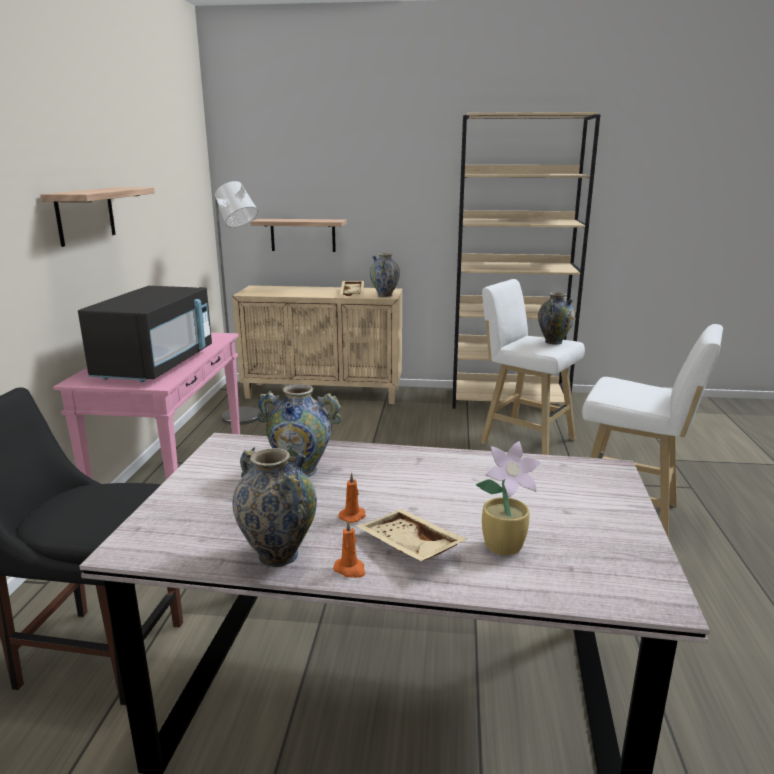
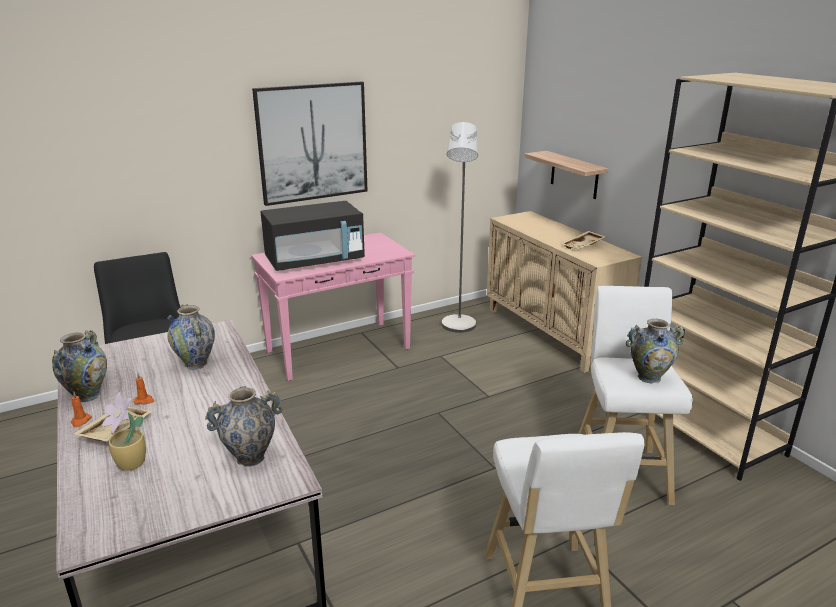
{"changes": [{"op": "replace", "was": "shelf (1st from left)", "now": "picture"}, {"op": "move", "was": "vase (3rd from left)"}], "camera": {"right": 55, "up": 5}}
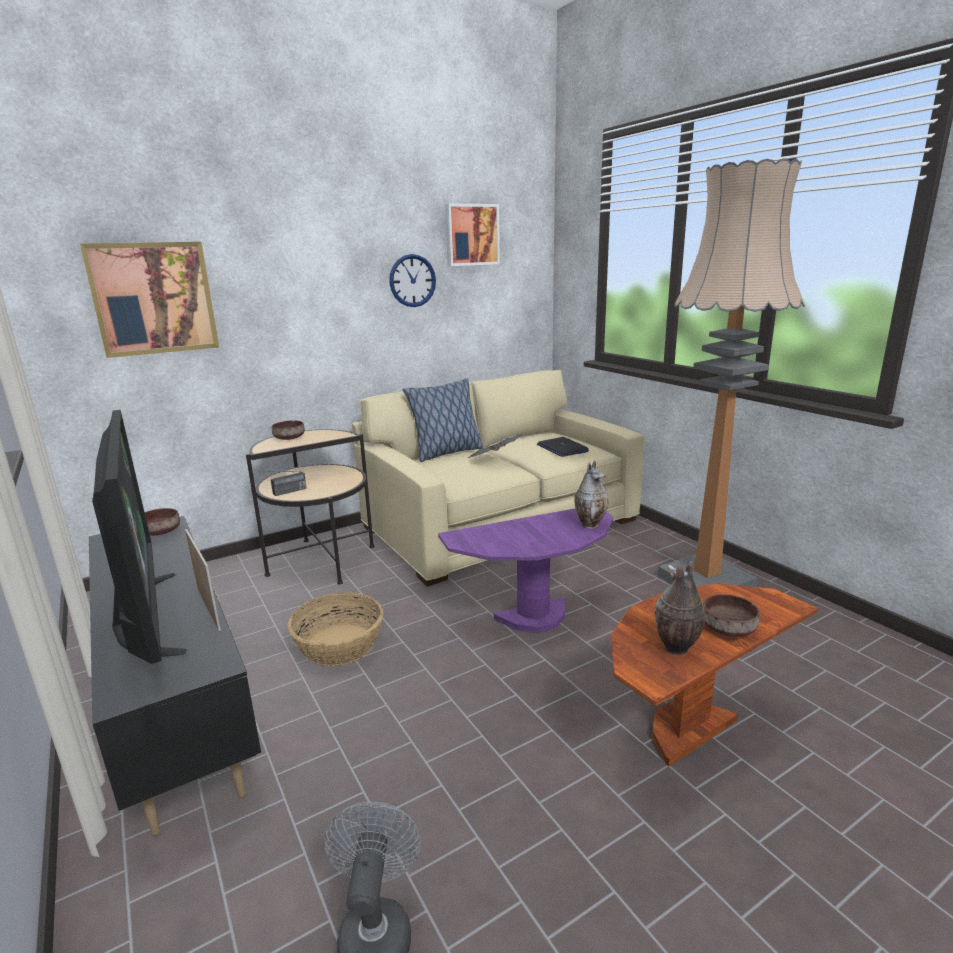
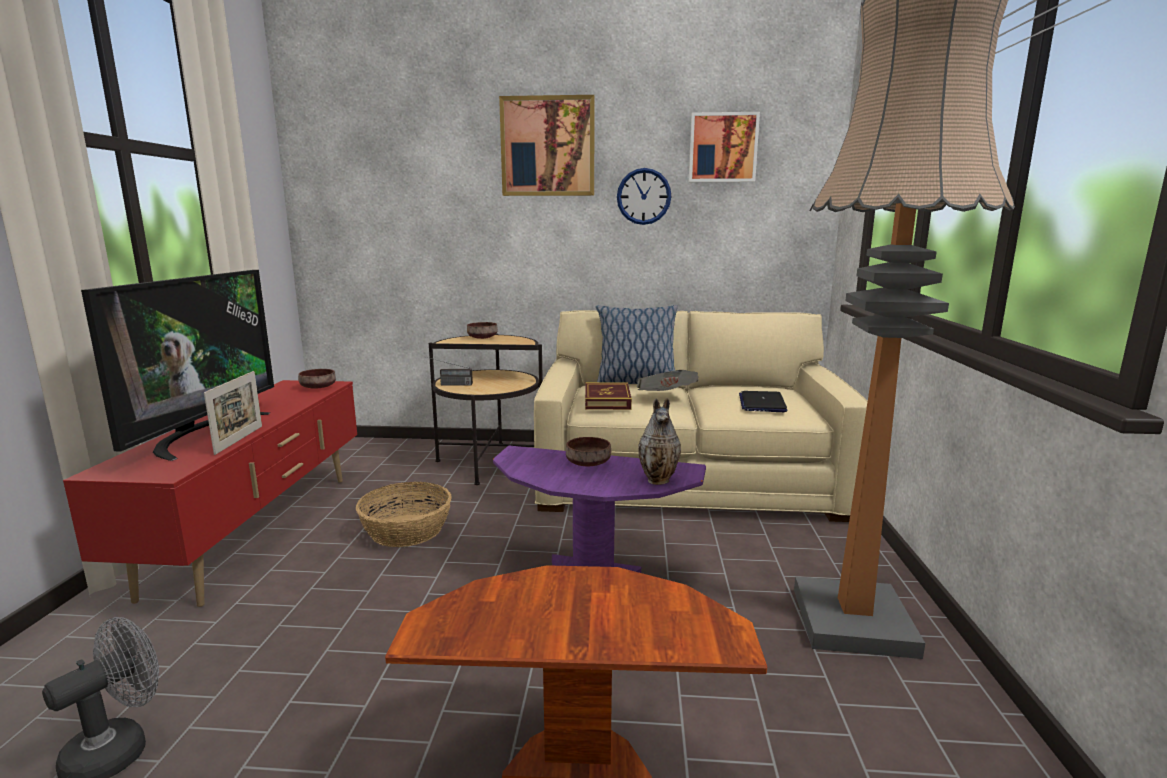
{"changes": [{"op": "move", "was": "picture (1st from left)"}, {"op": "recolor", "was": "black tv stand", "now": "red tv stand"}, {"op": "delete", "was": "vase (2nd from left)"}, {"op": "move", "was": "brown bowl (3rd from left)"}, {"op": "insert", "now": "book"}], "camera": {"right": 35, "up": -5}}
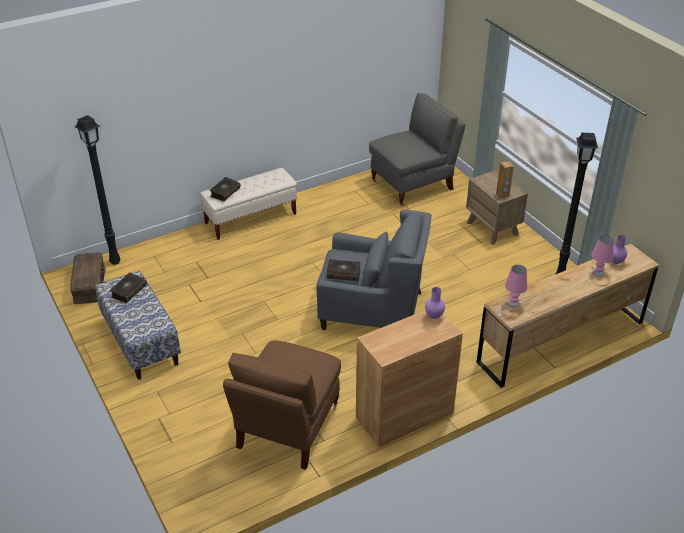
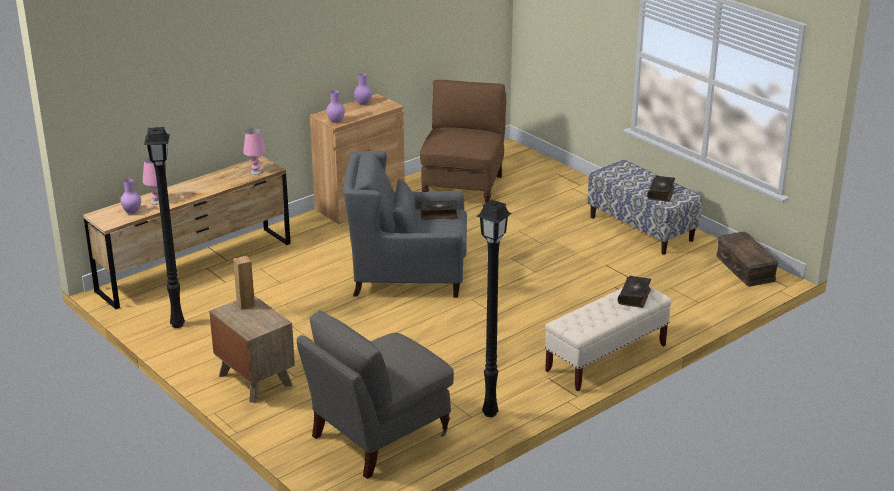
{"changes": [{"op": "move", "was": "black floor lamp (1st from left in the first image)", "now": "black floor lamp (2nd from left)"}, {"op": "insert", "now": "purple vase (3rd from left)"}], "camera": {"right": 170, "up": -10}}
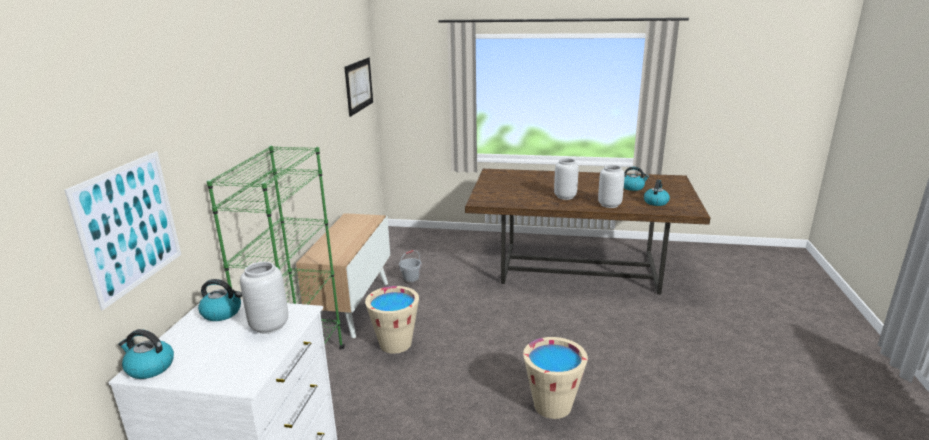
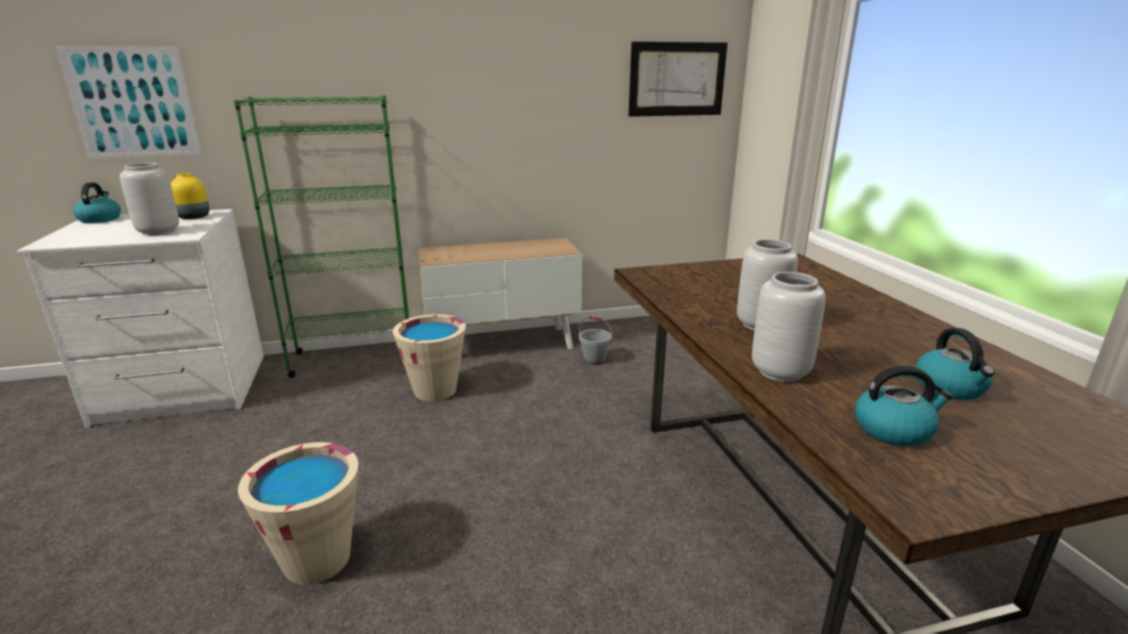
{"changes": [{"op": "replace", "was": "kettle (2nd from left)", "now": "yellow vase"}], "camera": {"right": 65, "up": 0}}
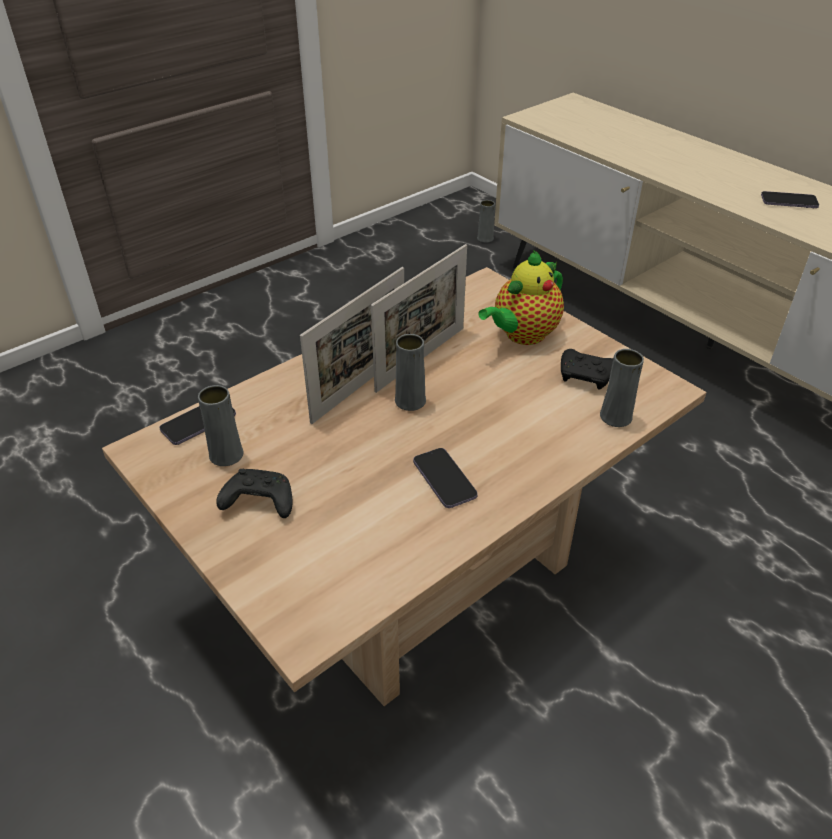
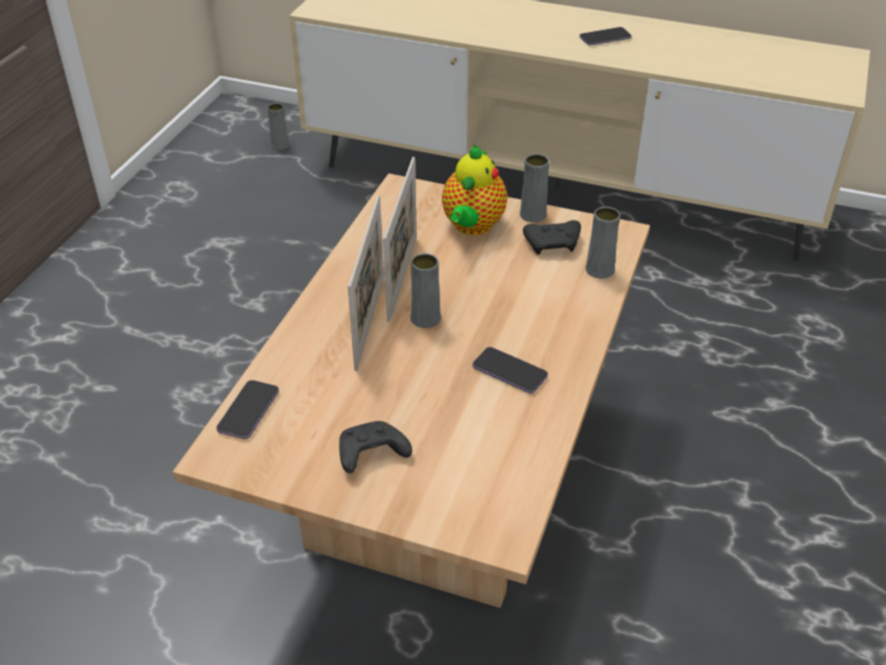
{"changes": [{"op": "move", "was": "grey vase (1st from left in the first image)", "now": "grey vase (3rd from left)"}], "camera": {"right": -30, "up": 0}}
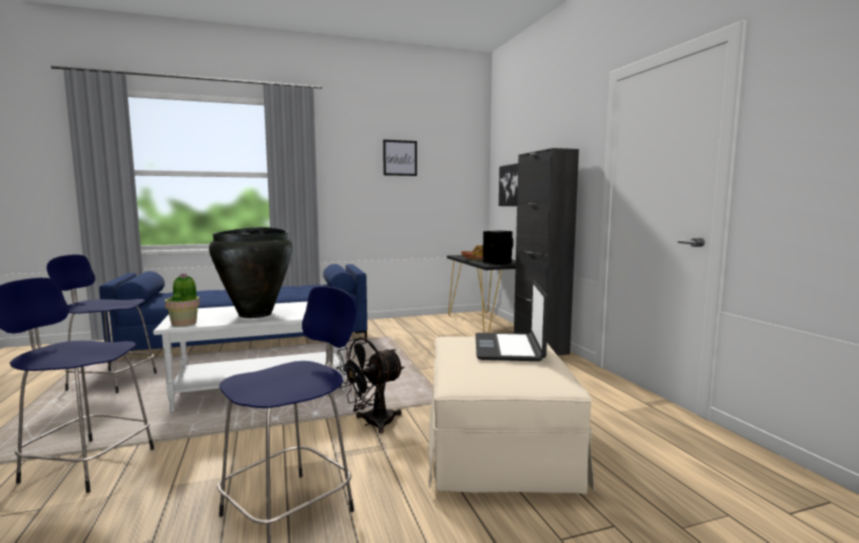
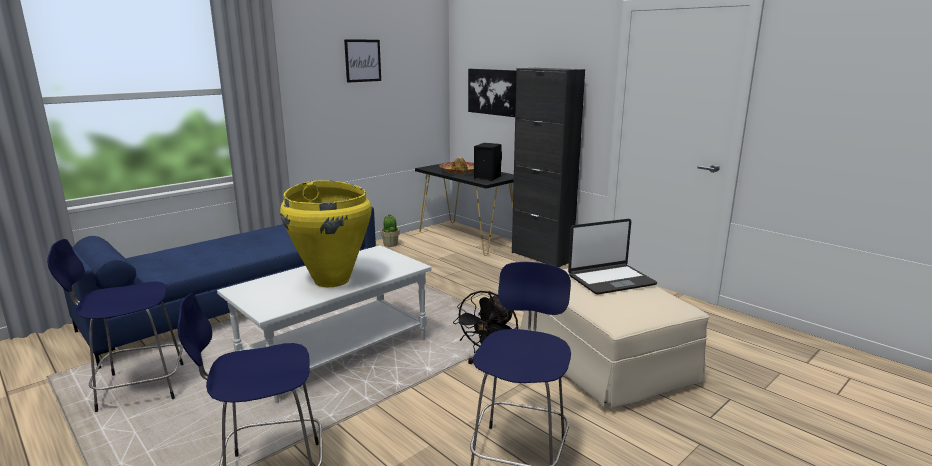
{"changes": [{"op": "move", "was": "potted plant"}, {"op": "recolor", "was": "black vase", "now": "yellow vase"}, {"op": "rotate", "was": "laptop", "clockwise": -90}], "camera": {"right": -25, "up": 10}}
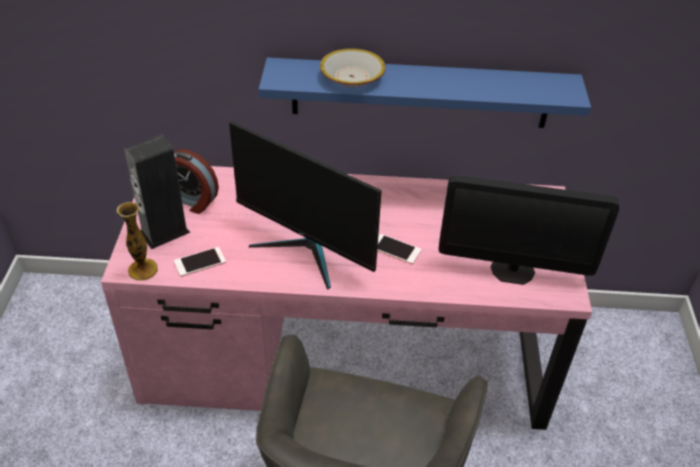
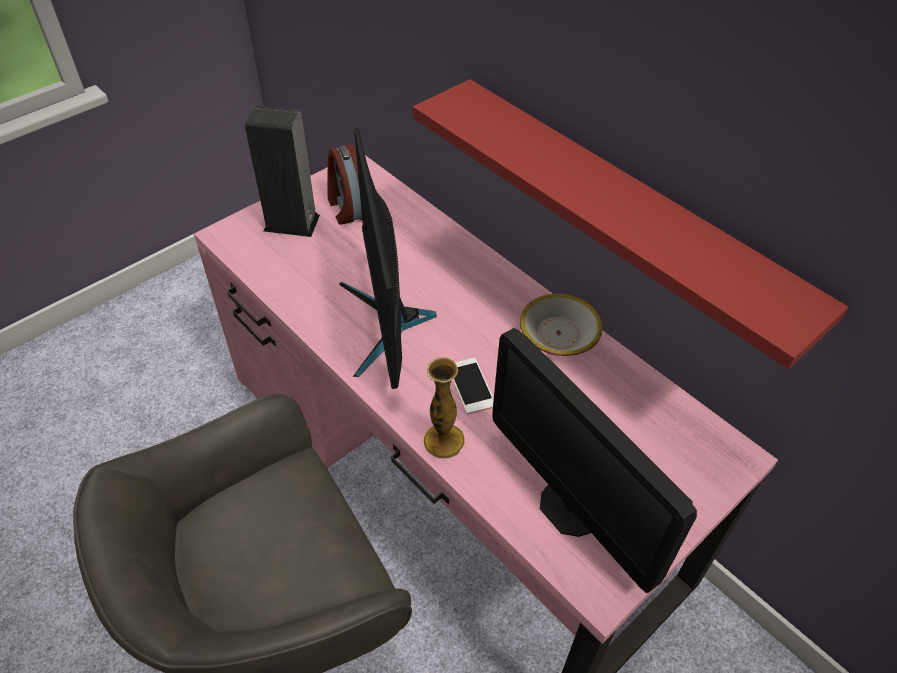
{"changes": [{"op": "move", "was": "vase"}, {"op": "delete", "was": "phone (1st from left)"}, {"op": "recolor", "was": "blue shelf", "now": "red shelf"}, {"op": "move", "was": "bowl"}], "camera": {"right": 45, "up": 5}}
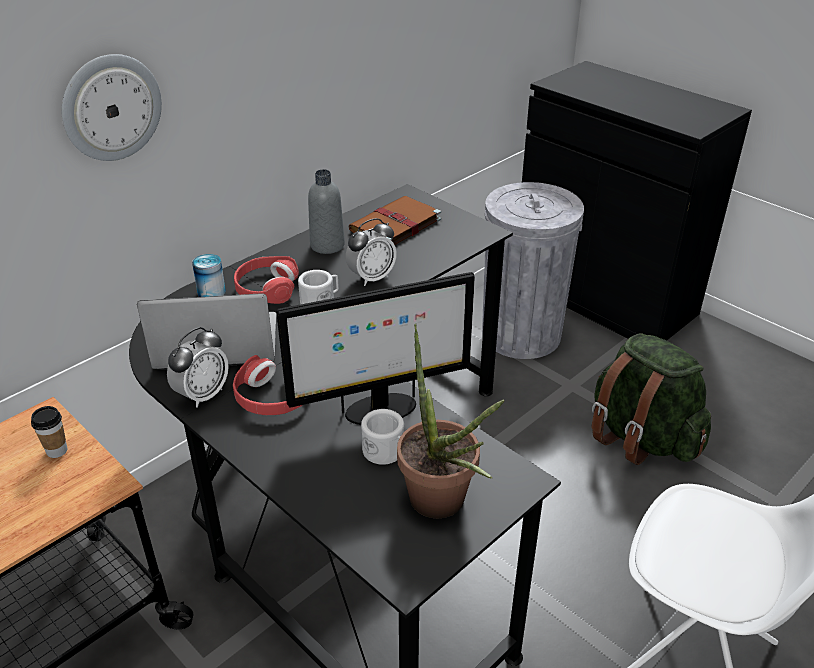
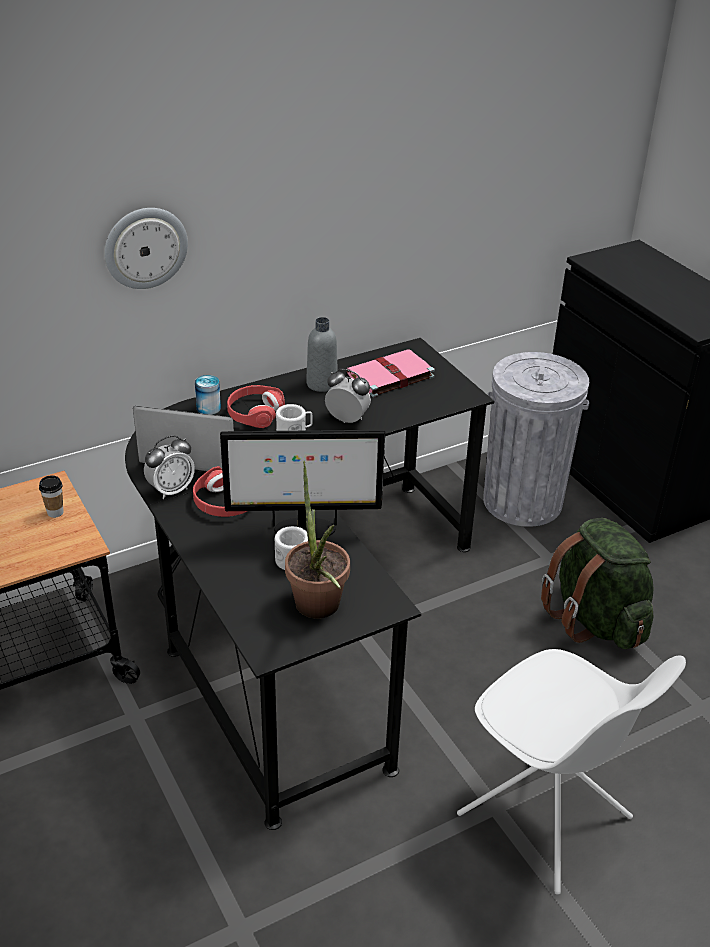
{"changes": [{"op": "rotate", "was": "alarm clock (2nd from left)", "clockwise": -135}, {"op": "recolor", "was": "brown book", "now": "pink book"}], "camera": {"right": 15, "up": 0}}
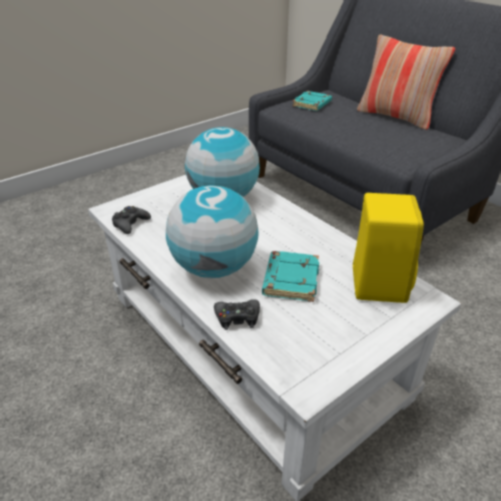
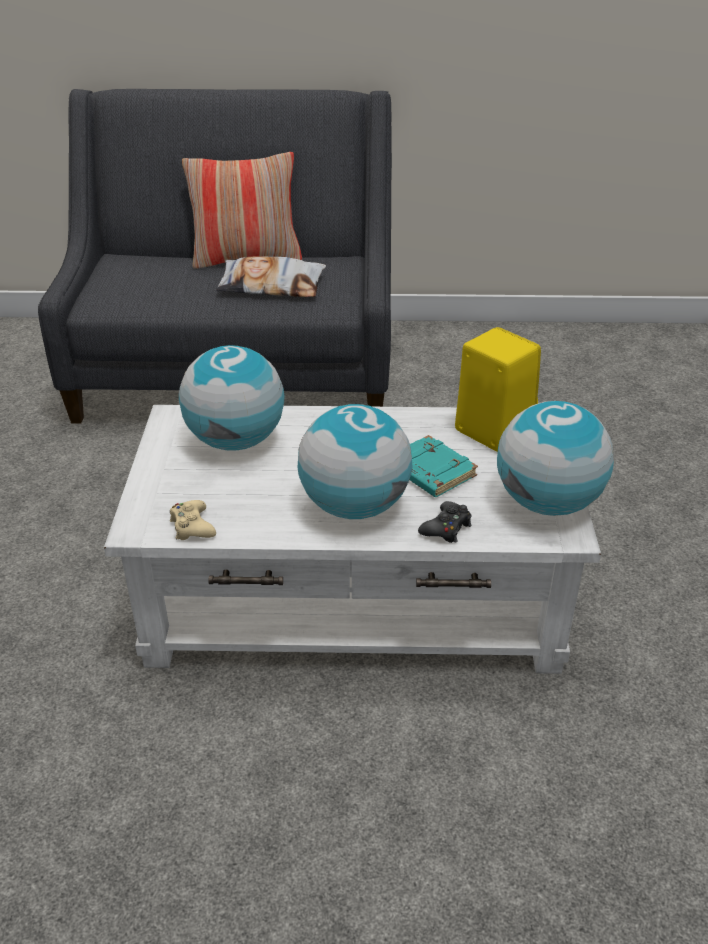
{"changes": [{"op": "recolor", "was": "black game controller (1st from left)", "now": "beige game controller"}, {"op": "delete", "was": "turquoise book (2nd from left)"}, {"op": "insert", "now": "pillow (2nd from left)"}, {"op": "insert", "now": "globe (3rd from left)"}], "camera": {"right": -50, "up": 0}}
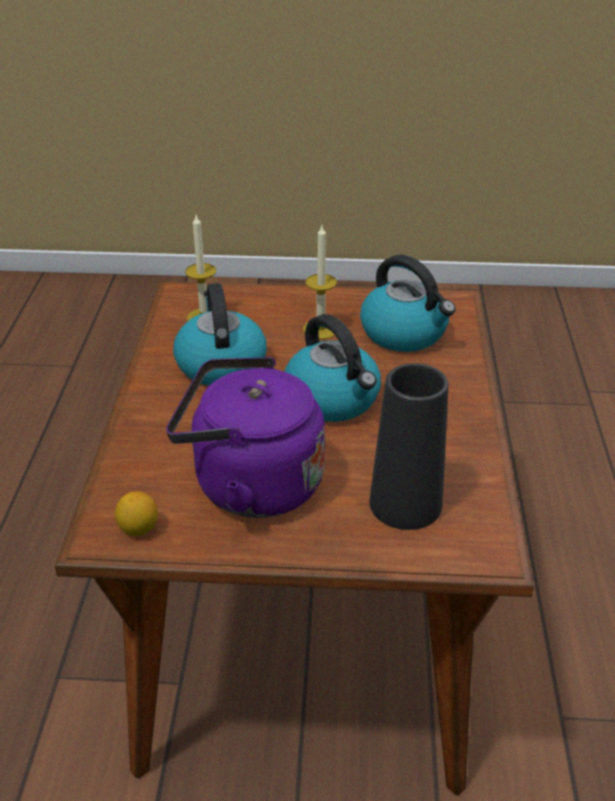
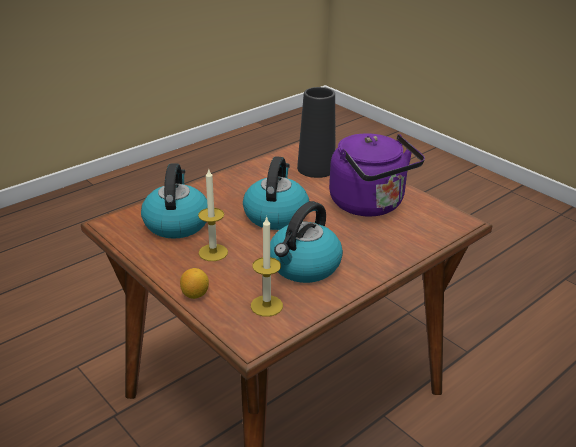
{"changes": [{"op": "move", "was": "lemon"}], "camera": {"right": -135, "up": -5}}
